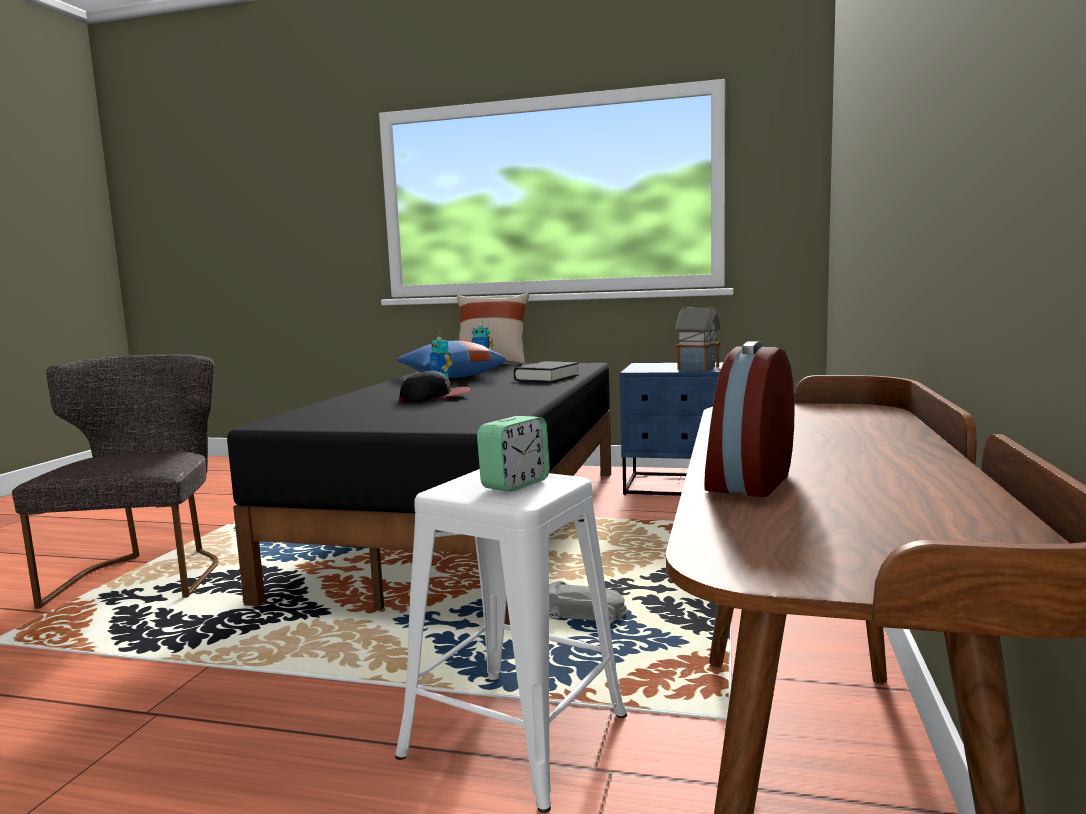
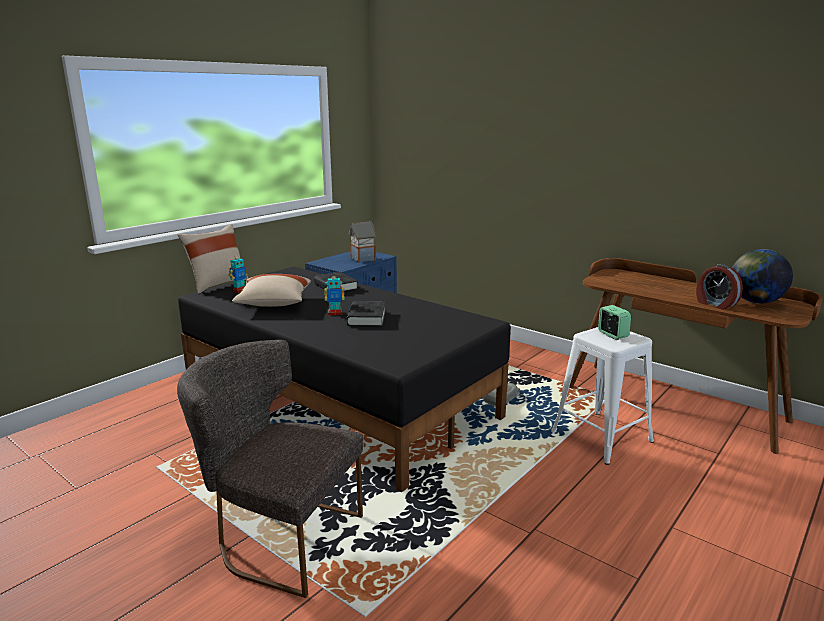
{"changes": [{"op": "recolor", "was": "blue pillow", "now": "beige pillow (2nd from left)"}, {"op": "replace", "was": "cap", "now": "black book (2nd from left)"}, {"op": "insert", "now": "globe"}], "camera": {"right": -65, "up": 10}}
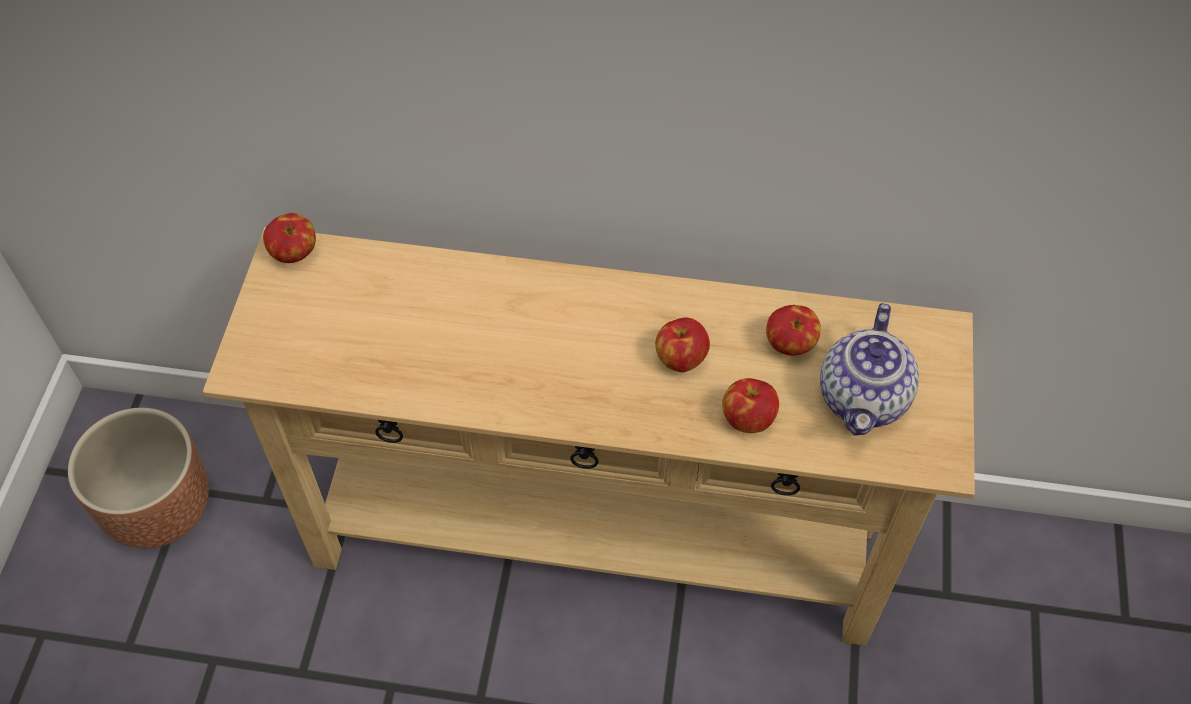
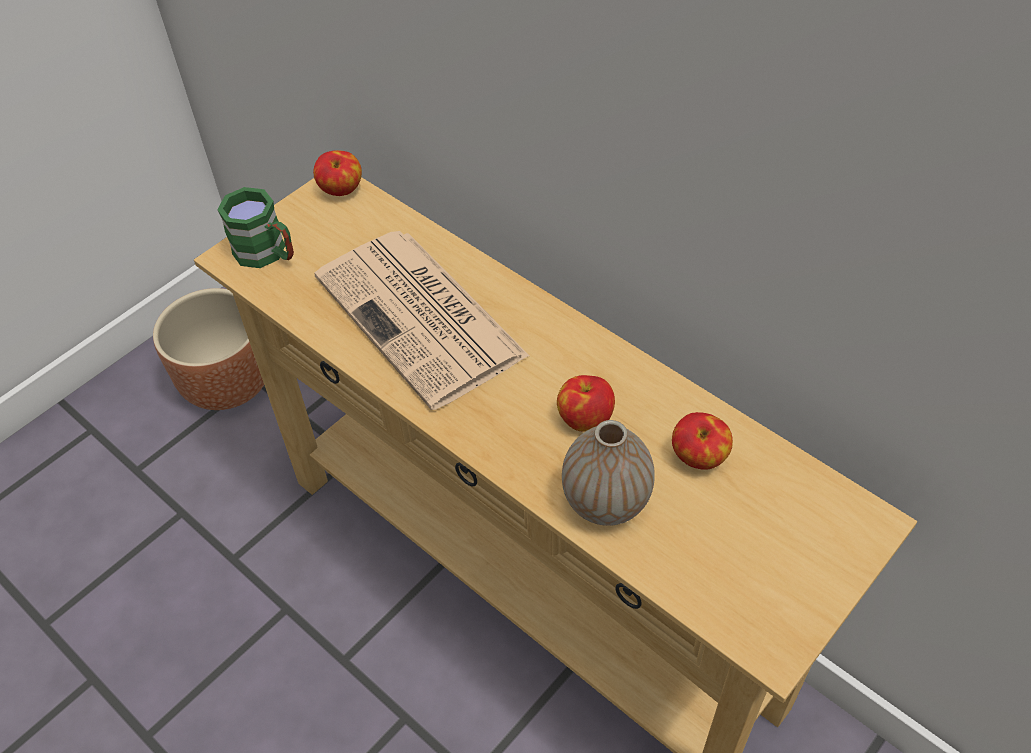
{"changes": [{"op": "replace", "was": "apple (3rd from left)", "now": "vase"}, {"op": "delete", "was": "teapot"}, {"op": "insert", "now": "green mug"}, {"op": "insert", "now": "newspaper"}], "camera": {"right": 35, "up": -5}}
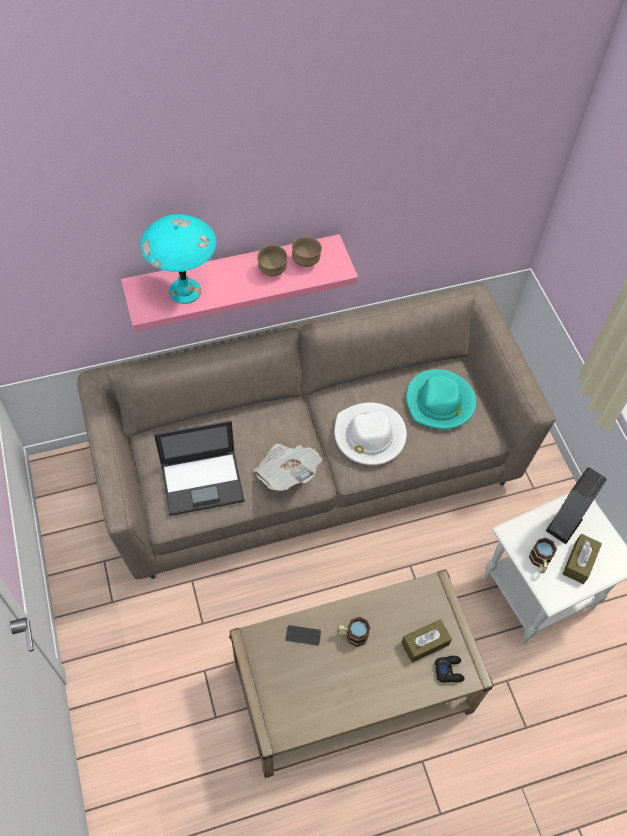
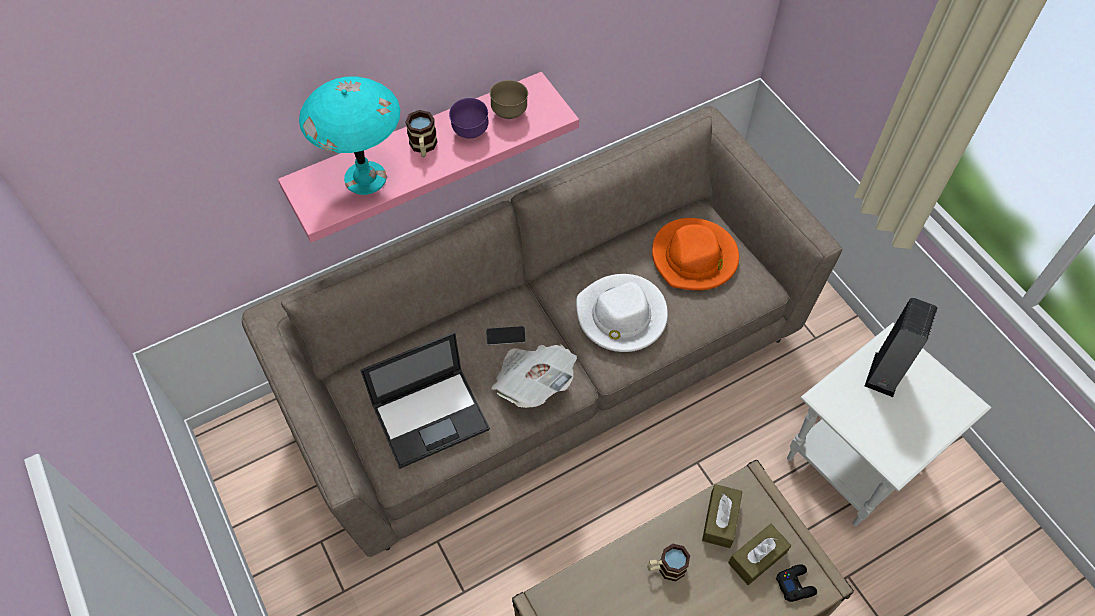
{"changes": [{"op": "recolor", "was": "brown bowl (1st from left)", "now": "purple bowl"}, {"op": "move", "was": "phone"}, {"op": "recolor", "was": "turquoise hat", "now": "orange hat"}, {"op": "move", "was": "mug (2nd from left in the first image)", "now": "mug (1st from left)"}, {"op": "move", "was": "brown tissue box (2nd from left in the first image)", "now": "brown tissue box (1st from left)"}], "camera": {"right": -10, "up": 0}}
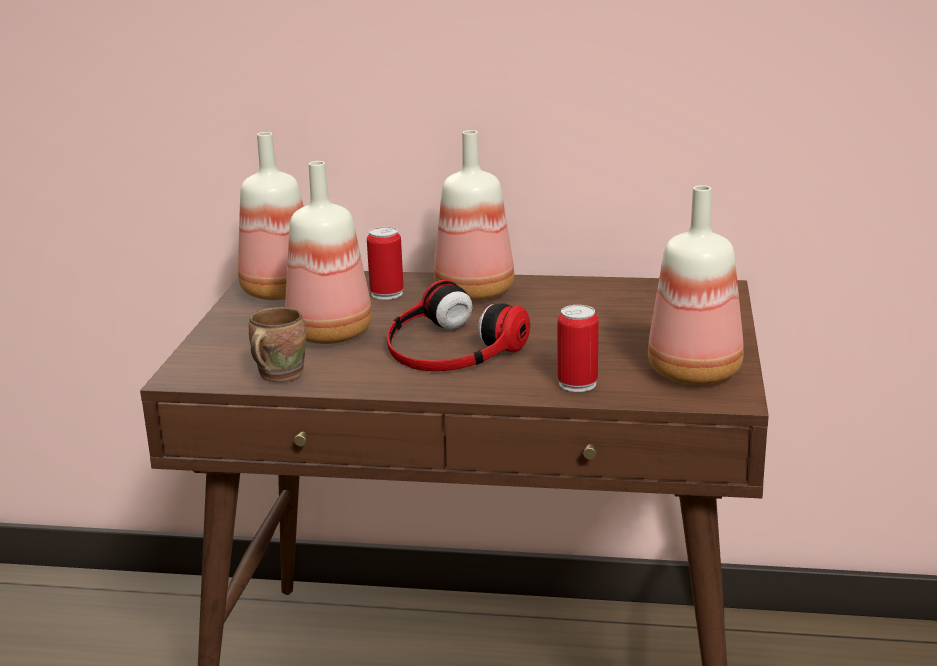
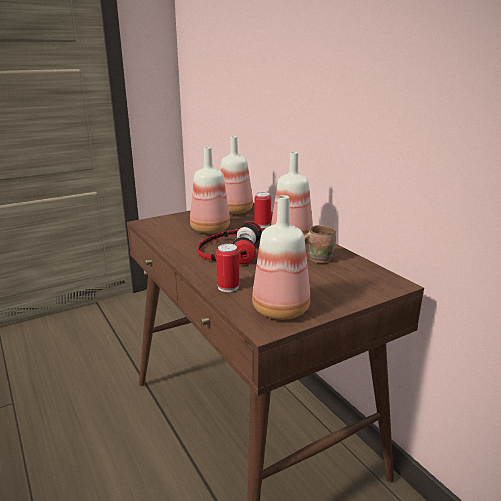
{"changes": [{"op": "move", "was": "brown mug"}], "camera": {"right": 50, "up": 0}}
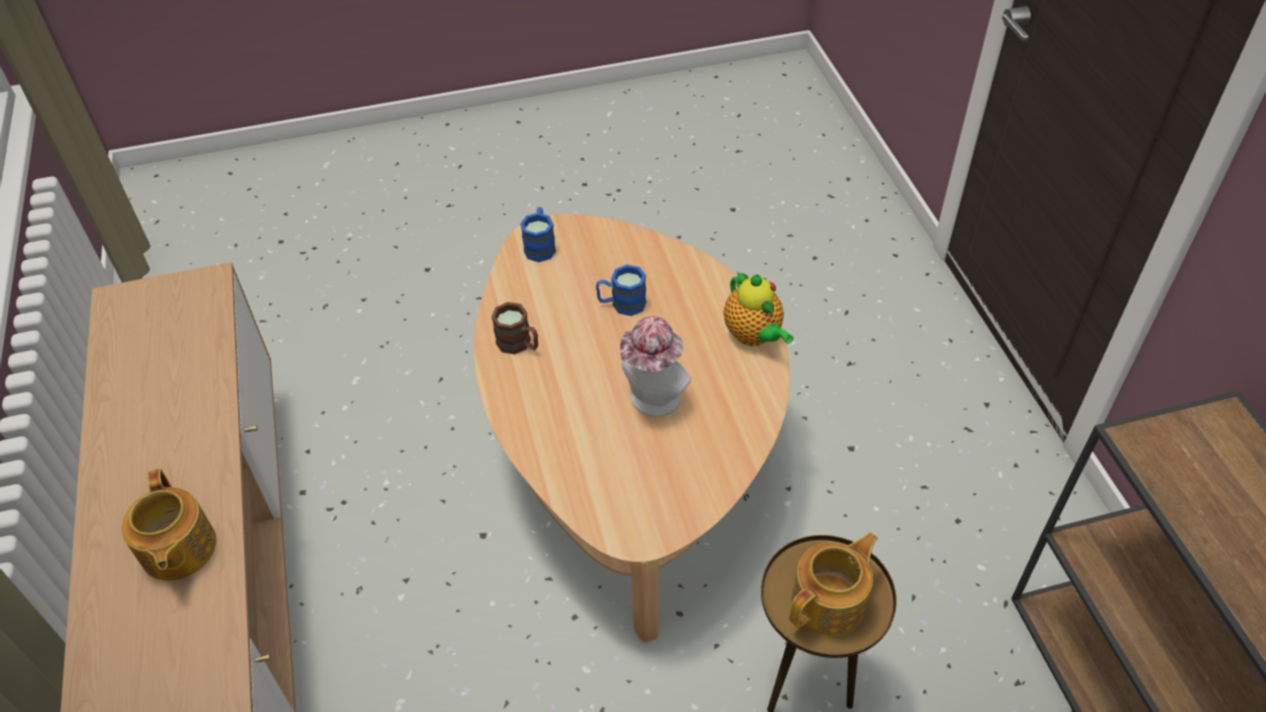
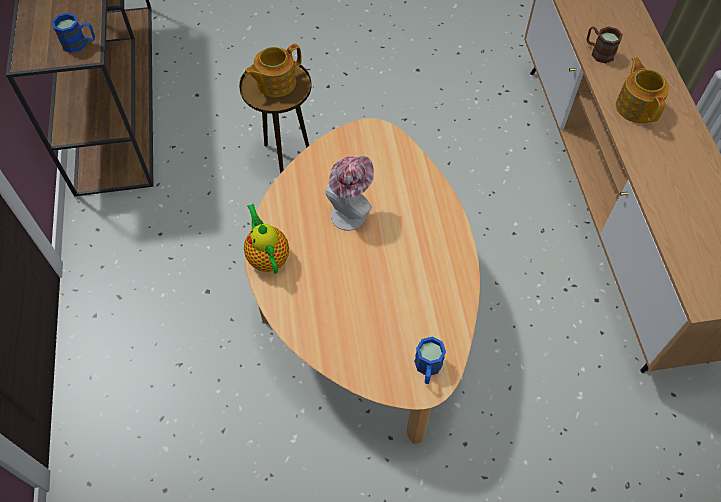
{"changes": [{"op": "move", "was": "brown mug"}, {"op": "move", "was": "blue mug (2nd from left in the first image)", "now": "blue mug (1st from left)"}], "camera": {"right": -175, "up": 10}}
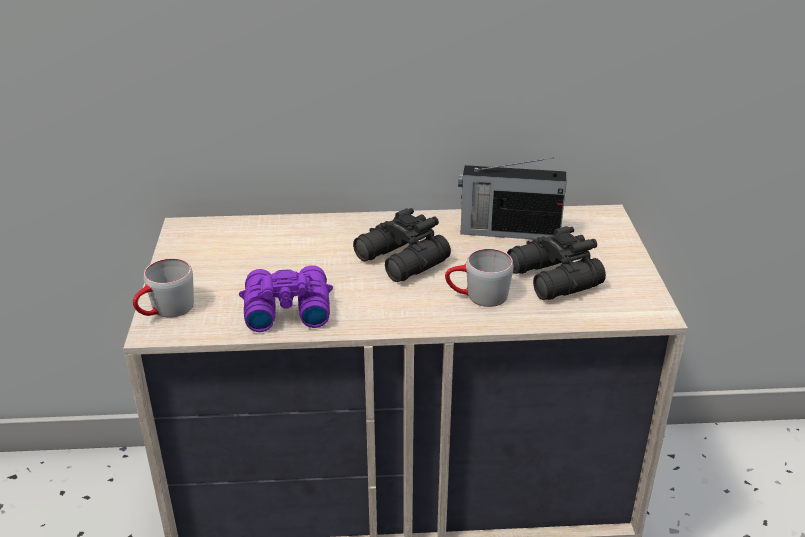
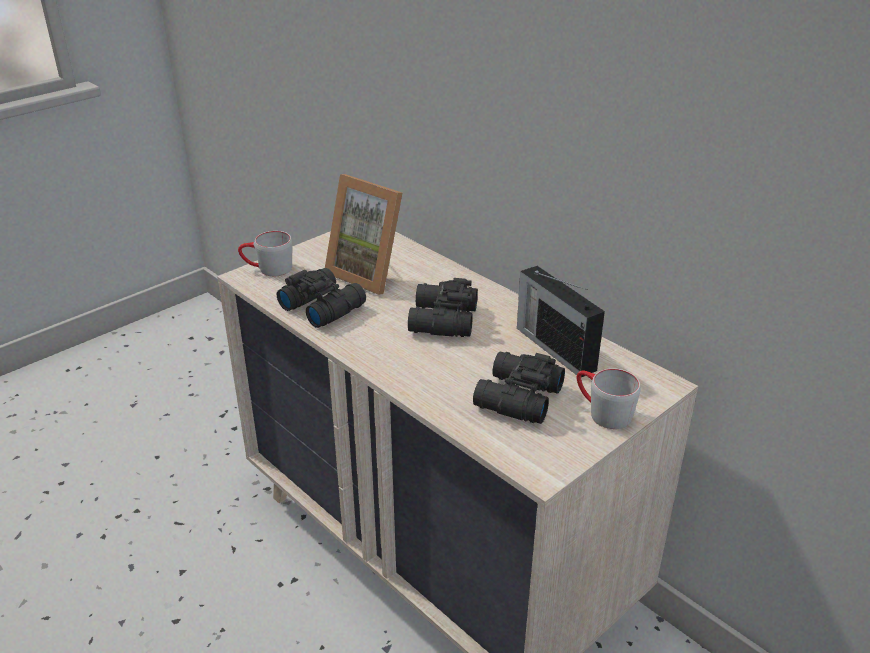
{"changes": [{"op": "recolor", "was": "purple binoculars", "now": "black binoculars (1st from left)"}, {"op": "move", "was": "grey mug (2nd from left)"}, {"op": "insert", "now": "picture frame"}], "camera": {"right": 50, "up": 0}}
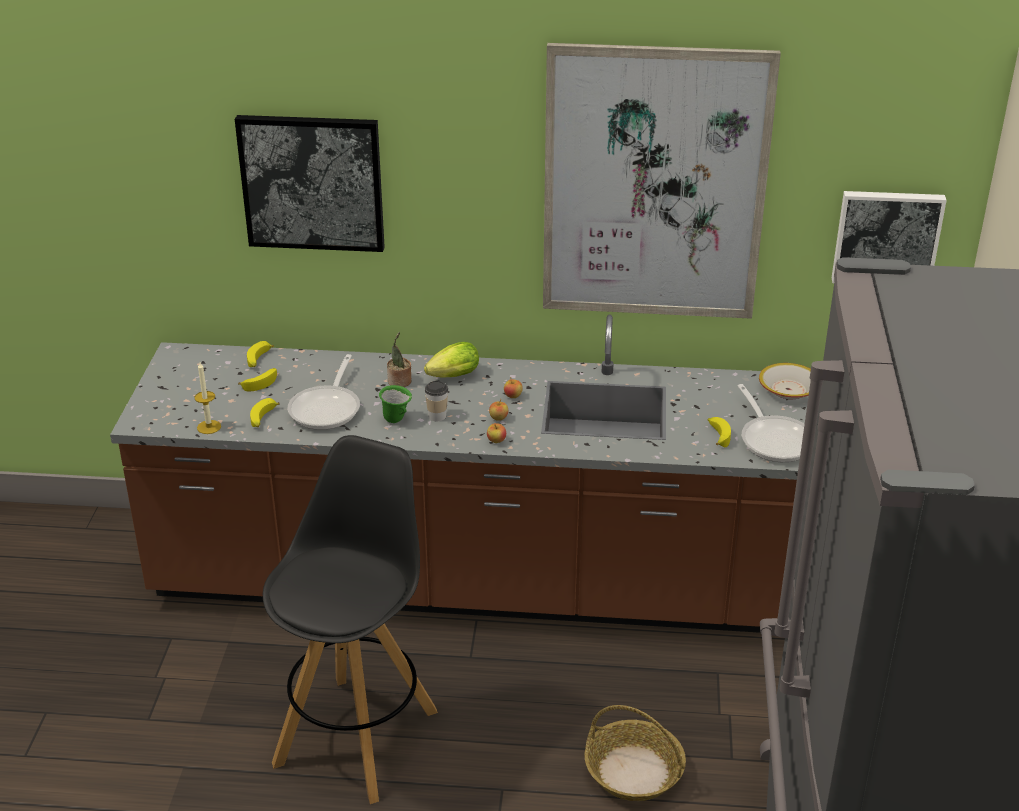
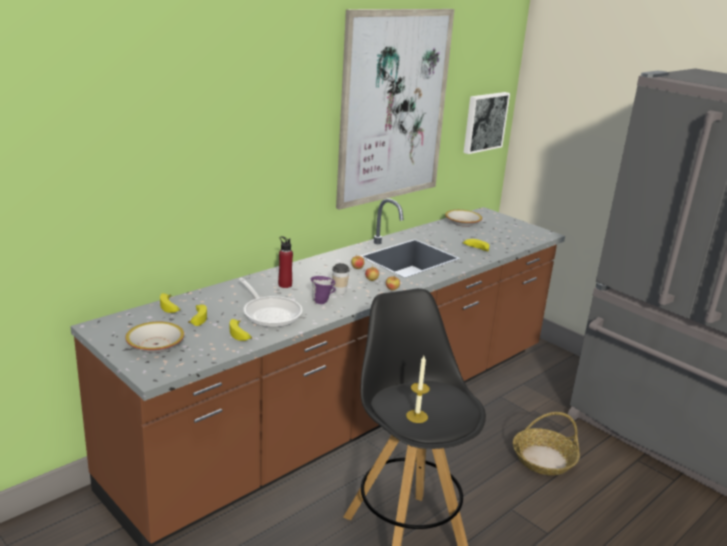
{"changes": [{"op": "move", "was": "candle"}, {"op": "delete", "was": "picture (1st from left)"}, {"op": "recolor", "was": "green mug", "now": "purple mug"}, {"op": "replace", "was": "potted plant", "now": "red bottle"}, {"op": "delete", "was": "lettuce"}, {"op": "delete", "was": "frying pan (2nd from left)"}, {"op": "insert", "now": "bowl (1st from left)"}], "camera": {"right": -50, "up": -10}}
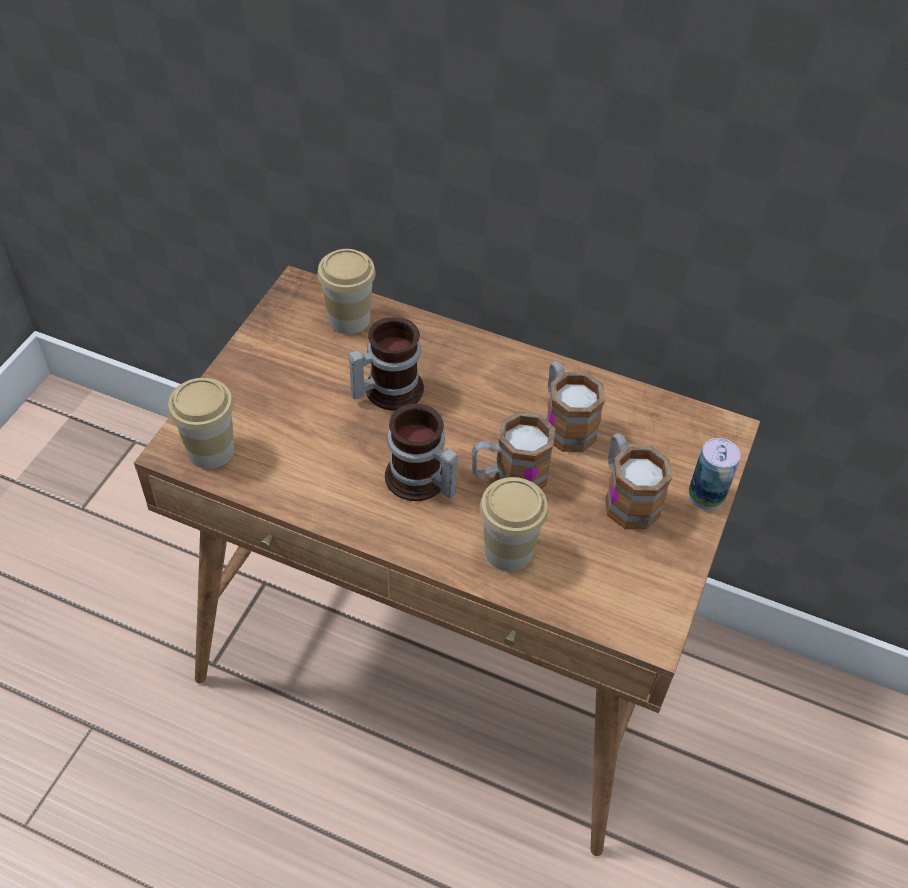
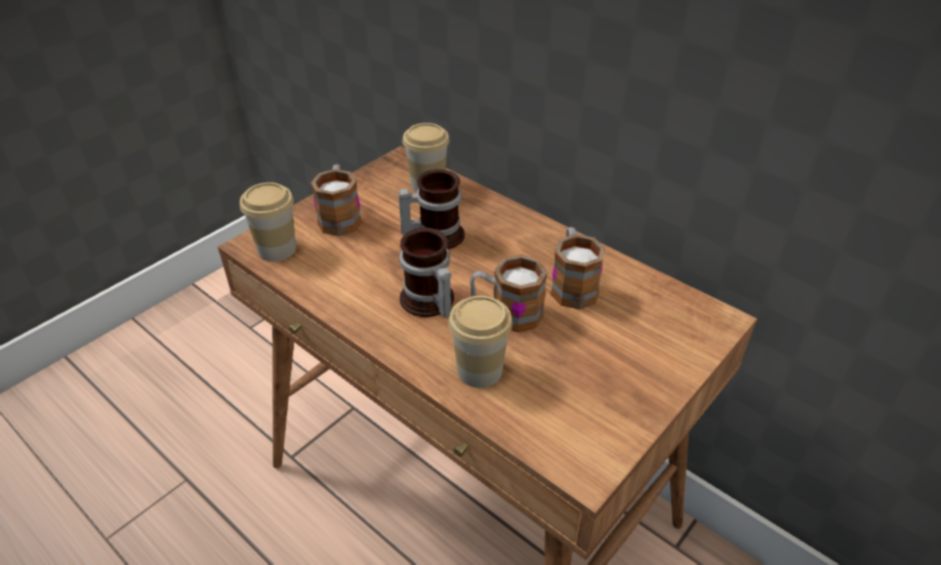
{"changes": [{"op": "move", "was": "mug (5th from left in the first image)", "now": "mug (1st from left)"}, {"op": "delete", "was": "can"}], "camera": {"right": 20, "up": -10}}
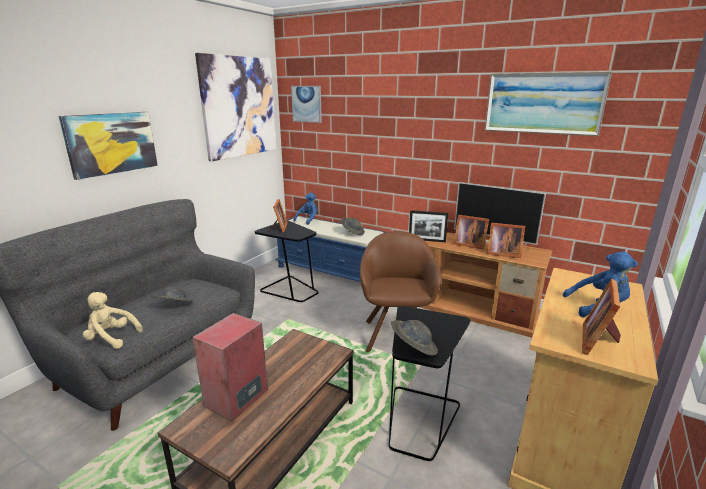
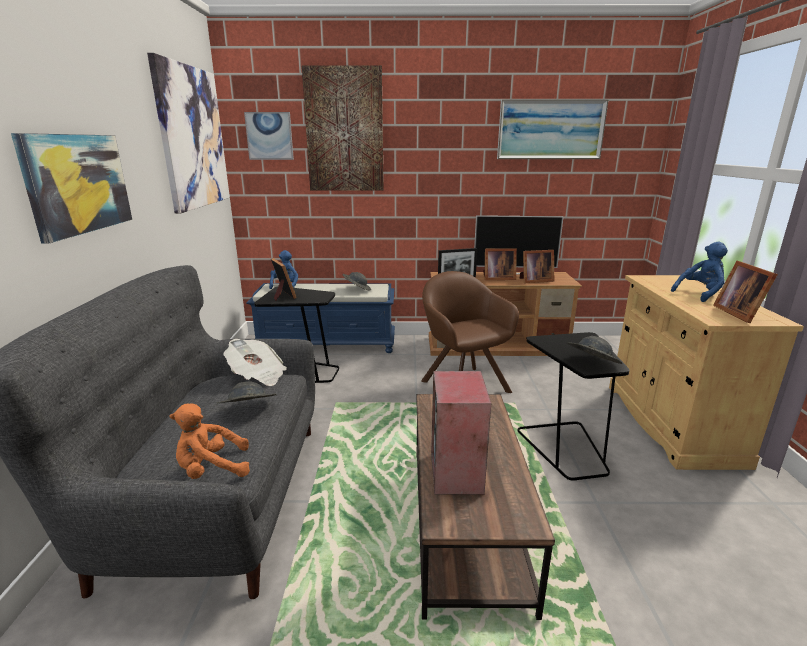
{"changes": [{"op": "recolor", "was": "beige plush toy", "now": "orange plush toy"}, {"op": "insert", "now": "newspaper"}, {"op": "insert", "now": "picture (4th from left)"}], "camera": {"right": -30, "up": 0}}
